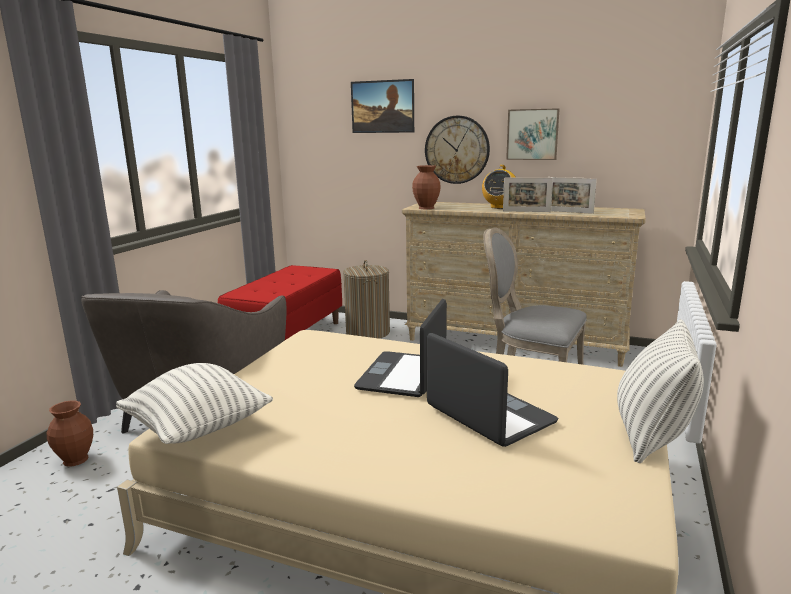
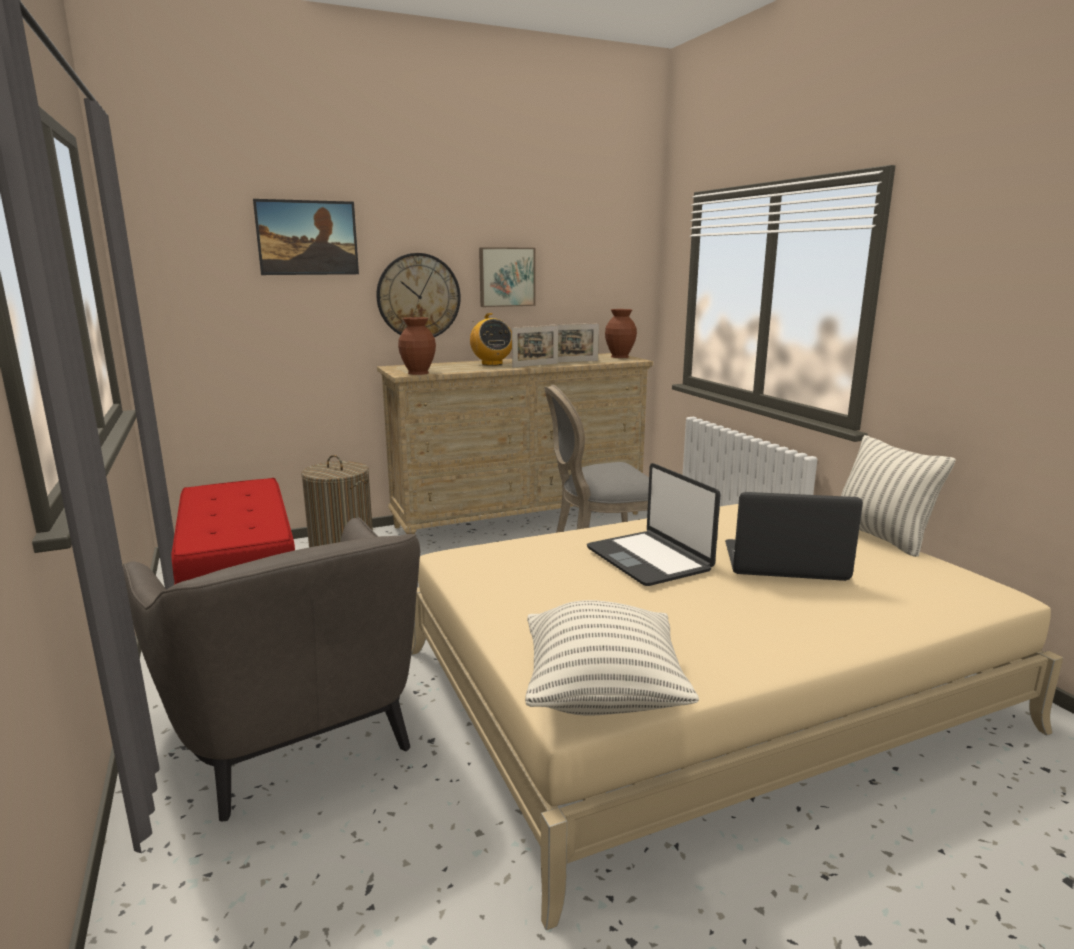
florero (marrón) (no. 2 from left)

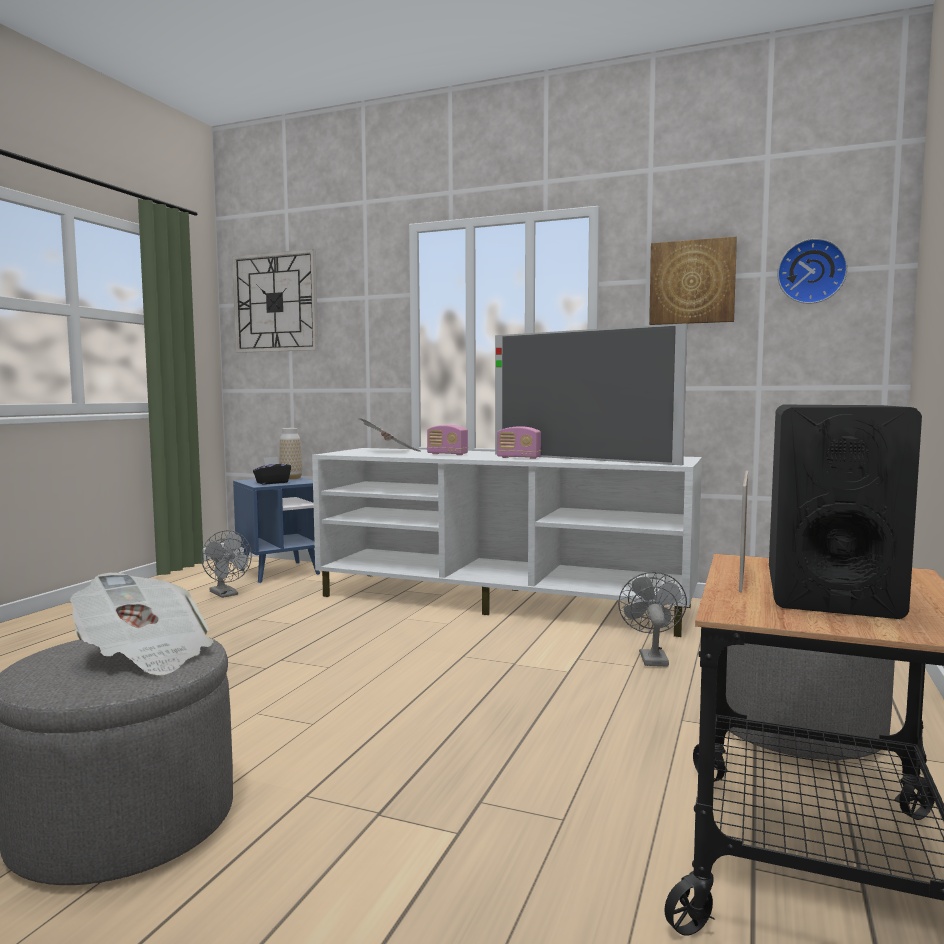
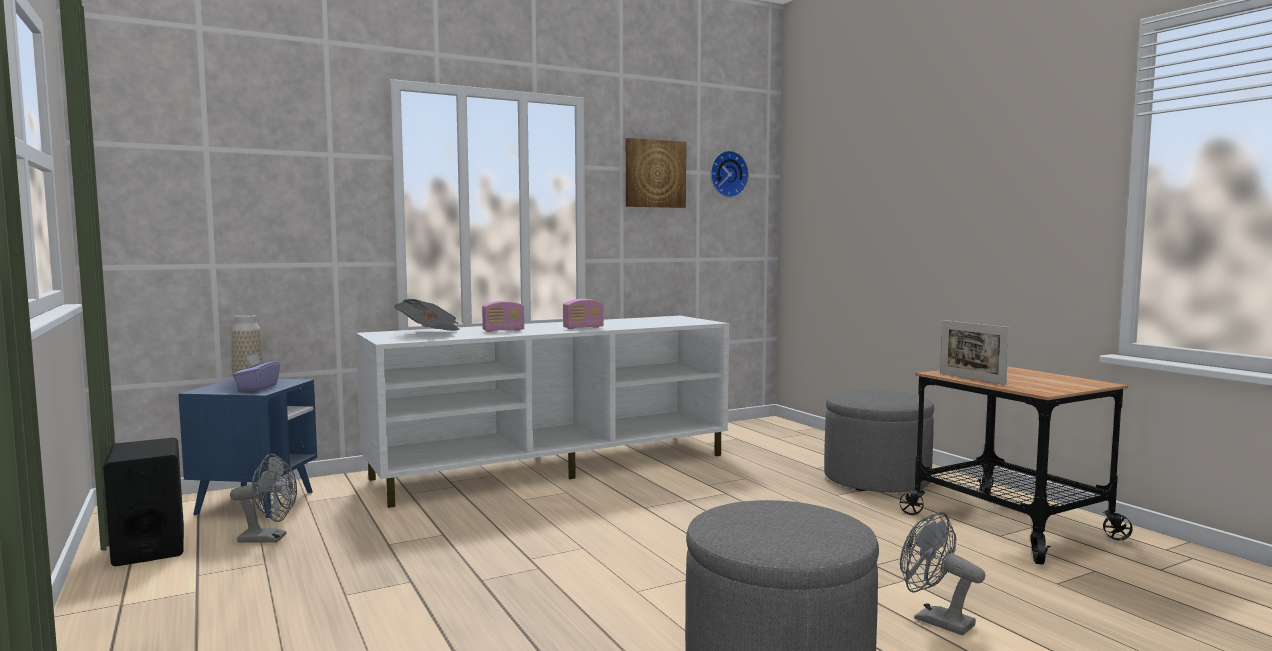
periódico (no. 1 from left in the first image); reloj de pared (no. 1 from left in the first image); televisor; ventilador (gris) (no. 2 from left); altavoz (negro); caja de pañuelos (morado)

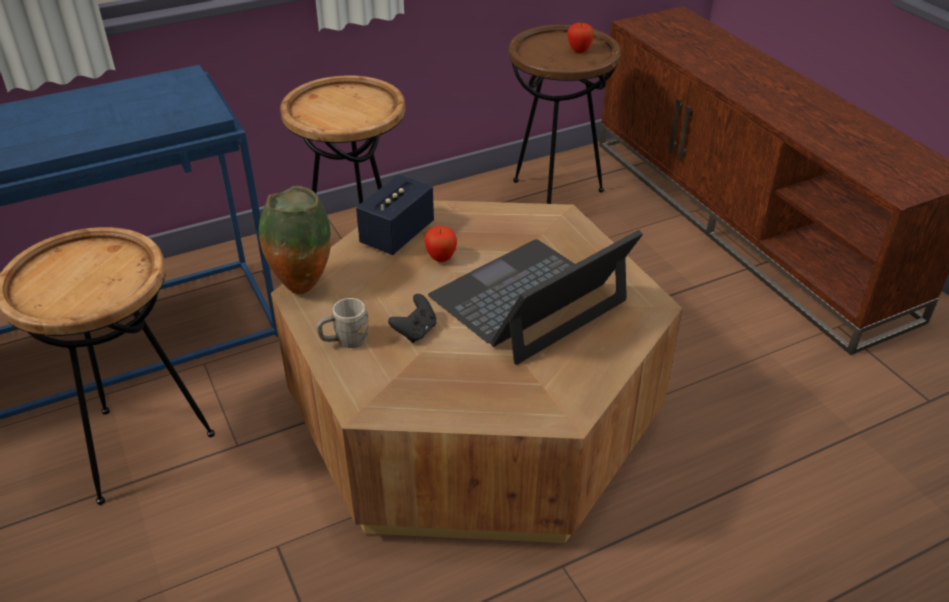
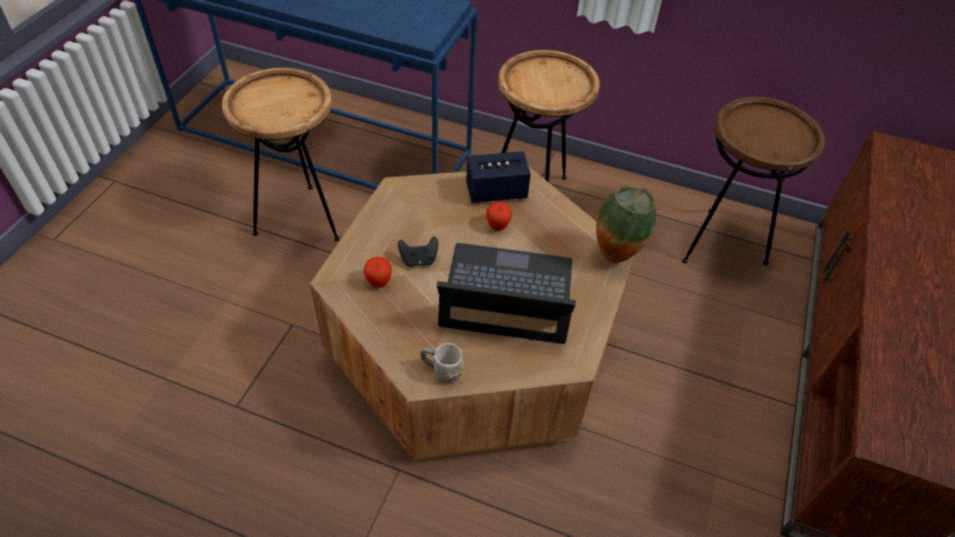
florero; taza grande (gris); manzana (no. 1 from left)

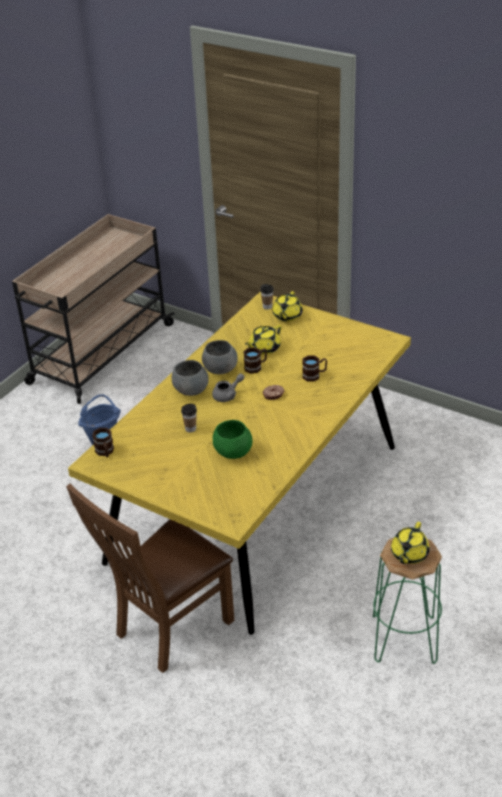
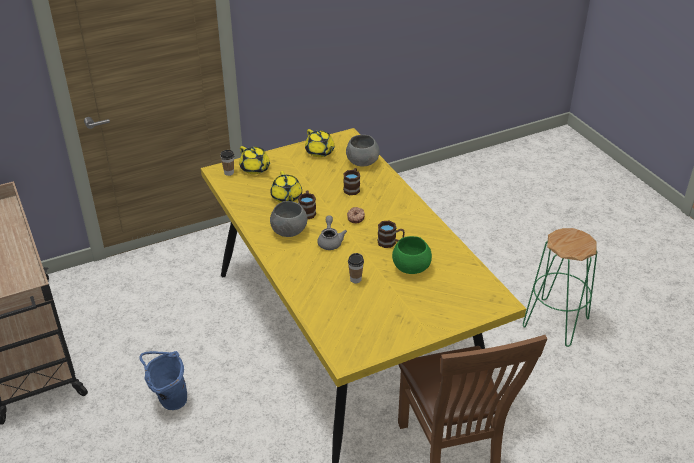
taza grande (marrón) (no. 3 from left); cuenco (gris) (no. 2 from left); tetera (amarillo) (no. 3 from left)

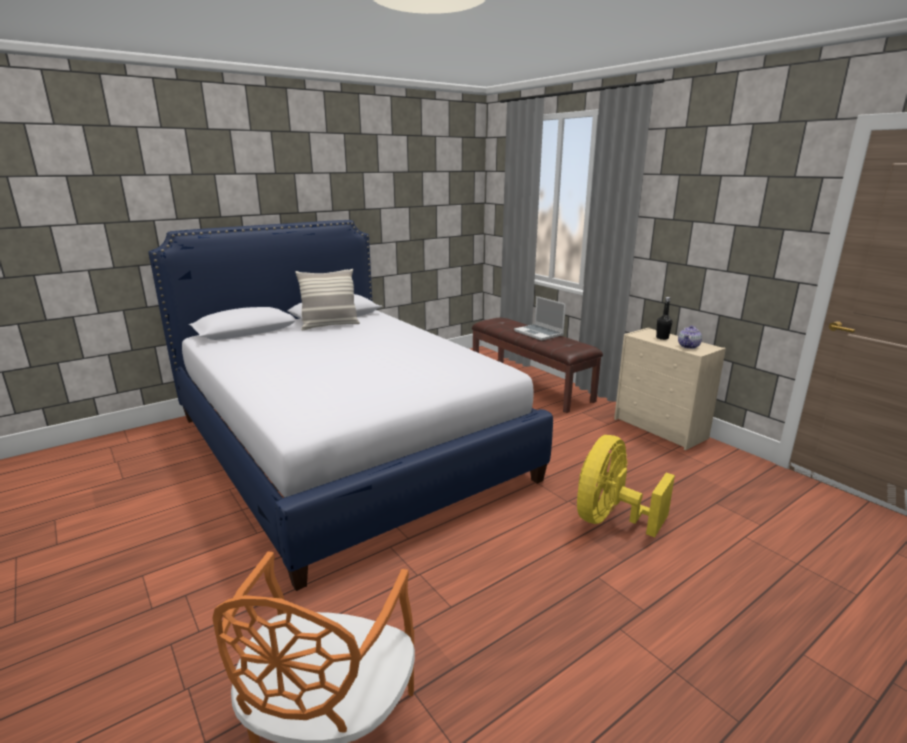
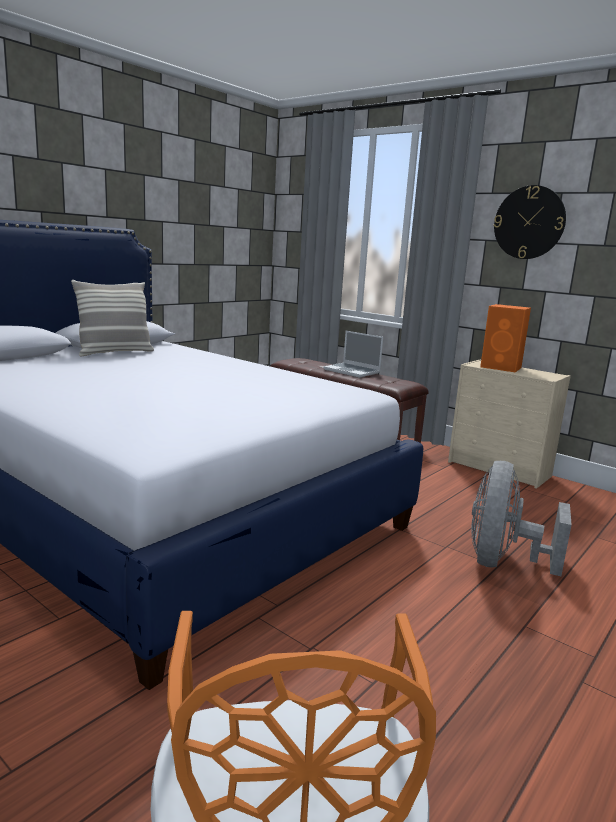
tetera; reloj de pared; altavoz (naranja); ventilador (gris)

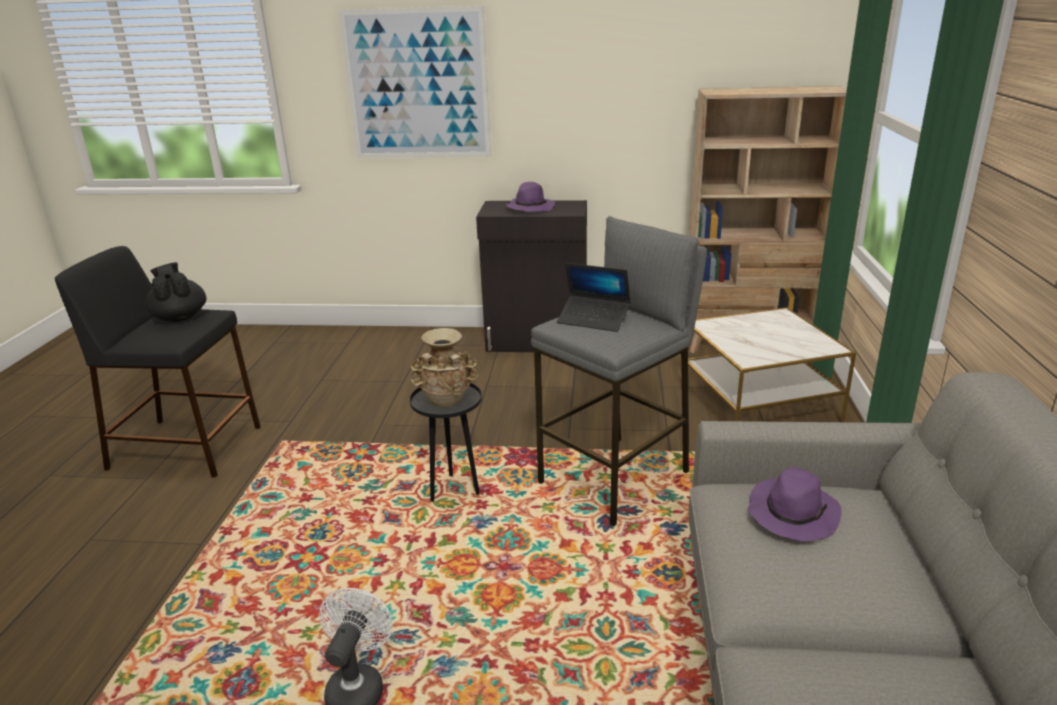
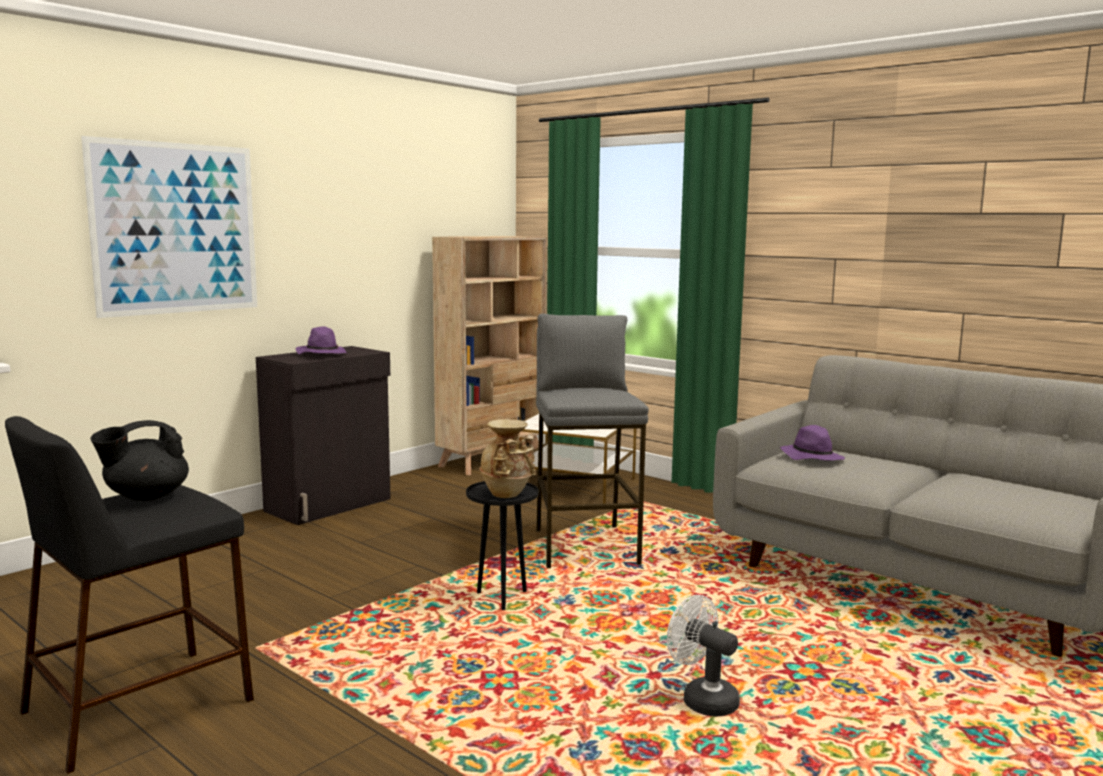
portátil; tetera (negro)

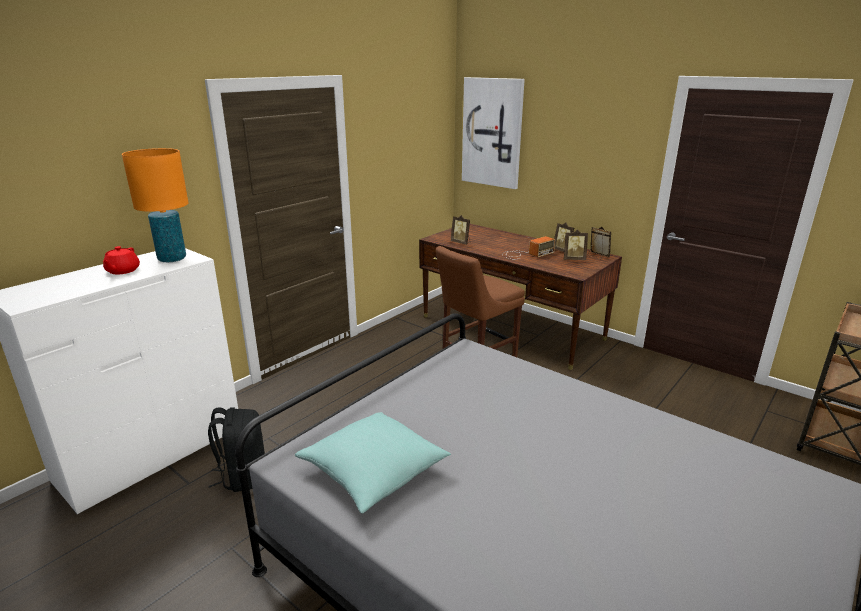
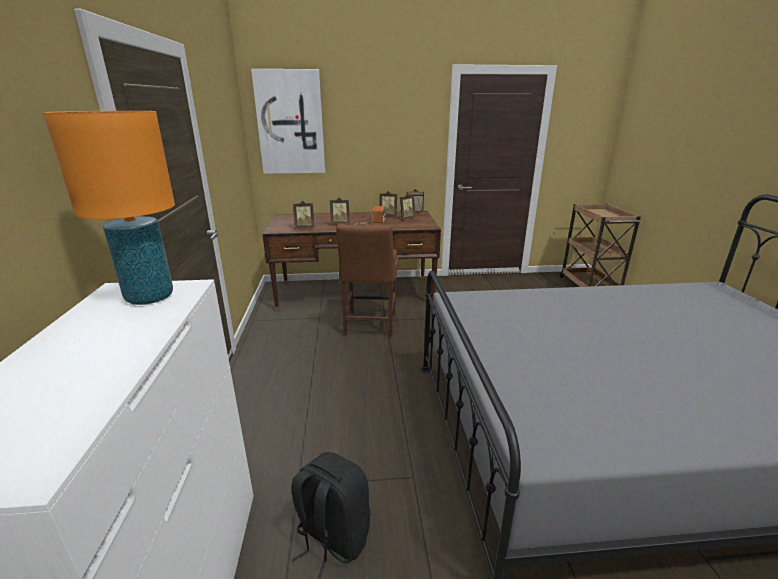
tetera (rojo); cojín (turquesa); portarretratos (no. 2 from left)

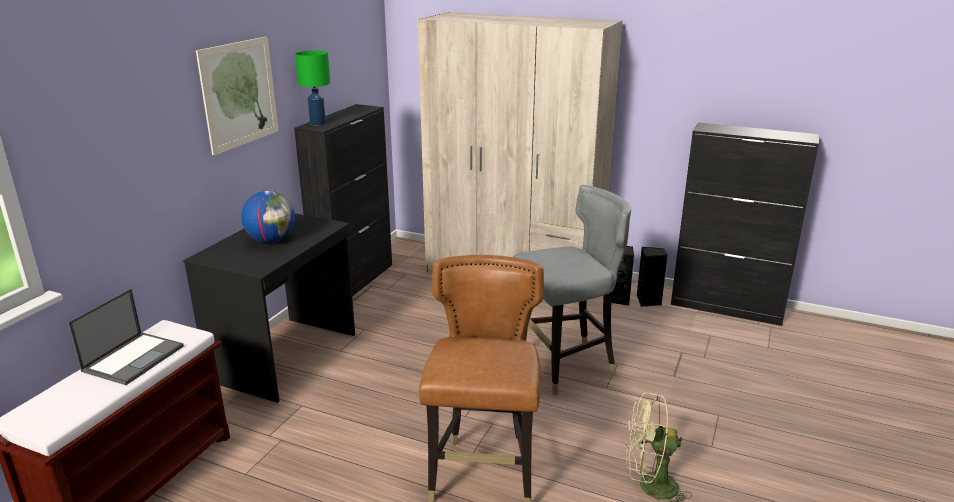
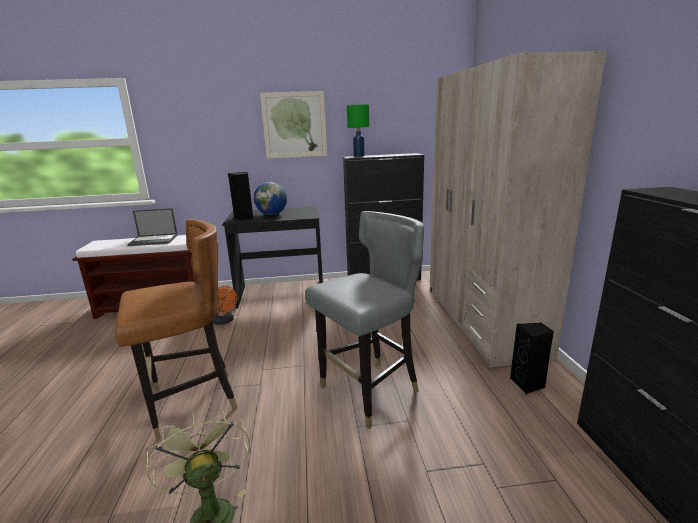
ventilador (naranja); altavoz (negro) (no. 1 from left); silla (gris)

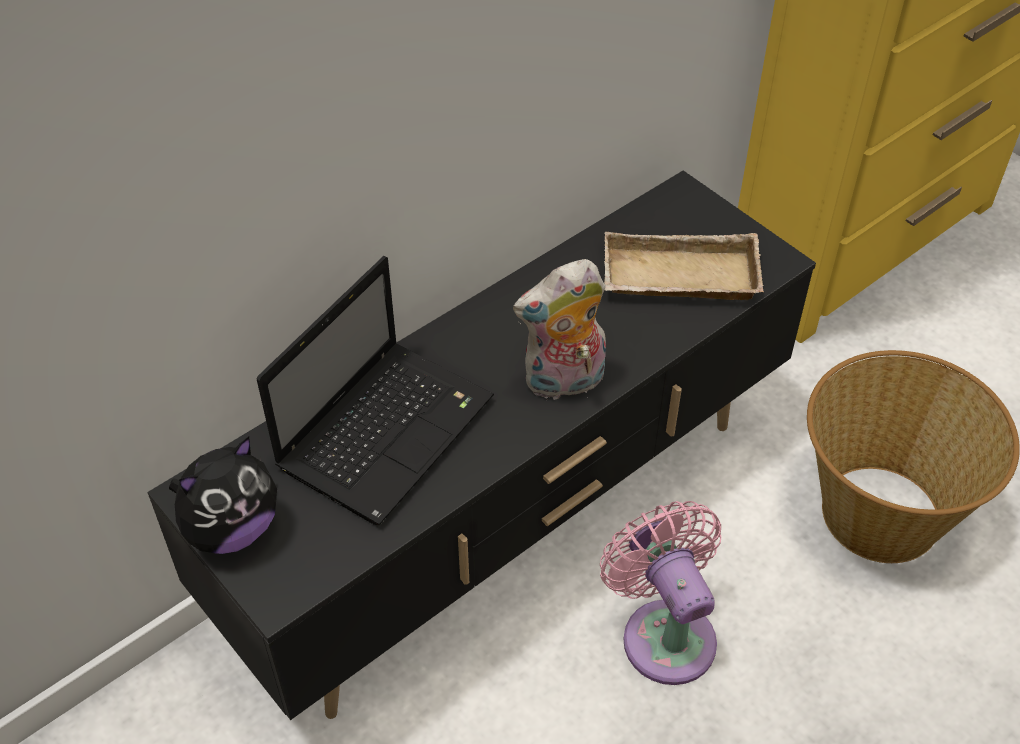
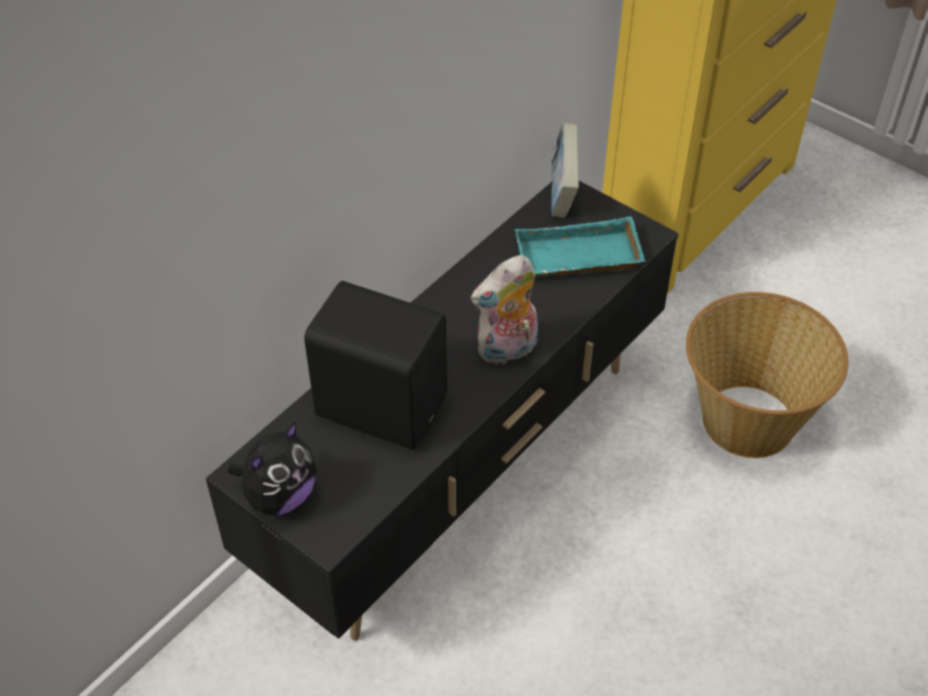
ventilador (rosa); libro; altavoz (negro); bandeja (turquesa)

